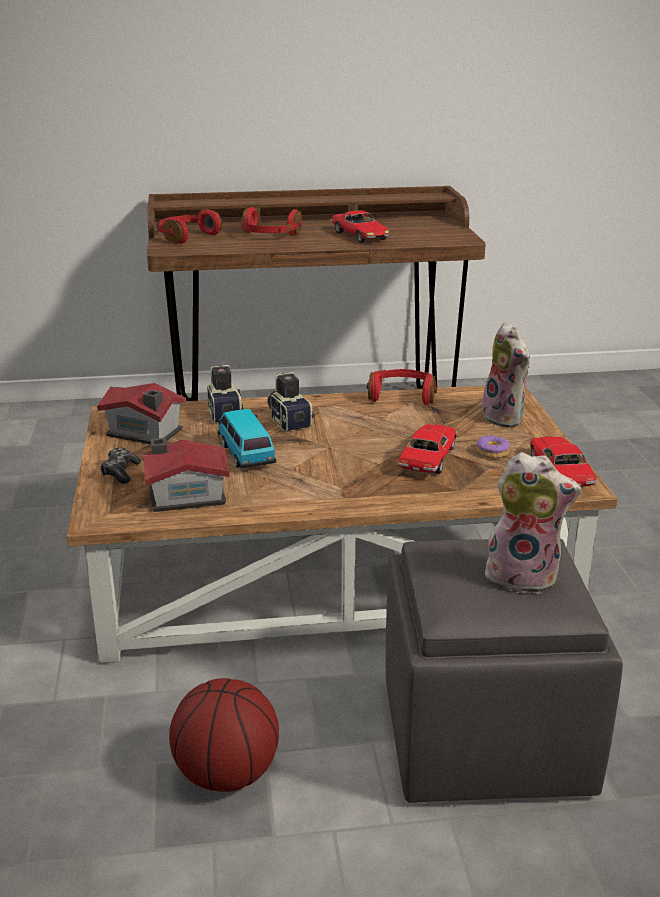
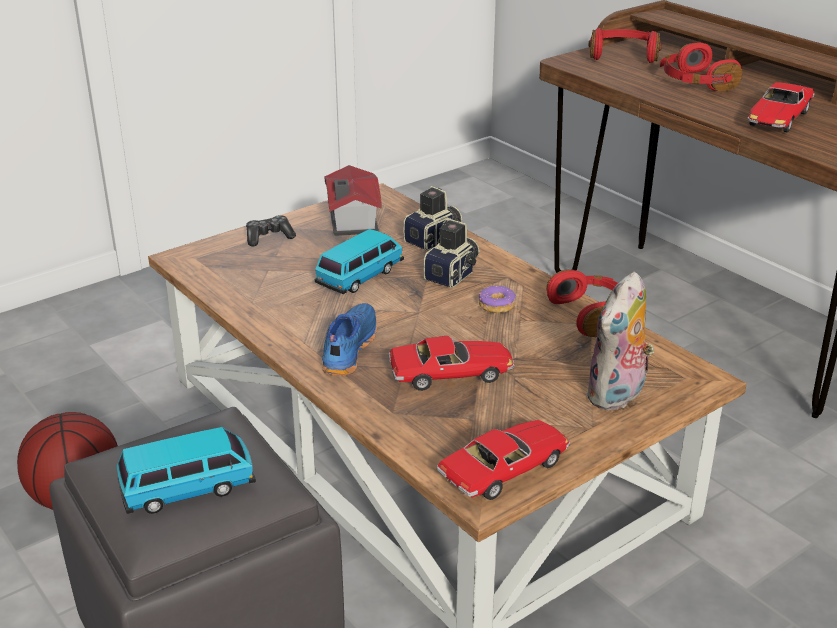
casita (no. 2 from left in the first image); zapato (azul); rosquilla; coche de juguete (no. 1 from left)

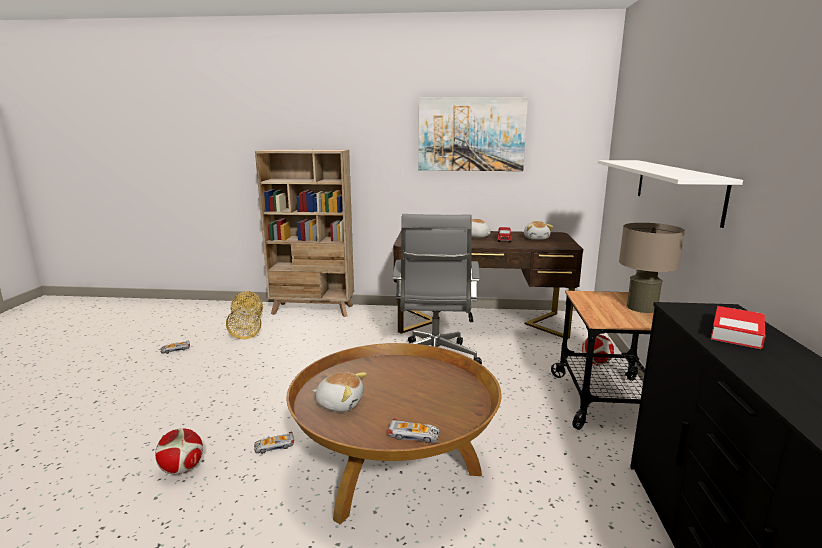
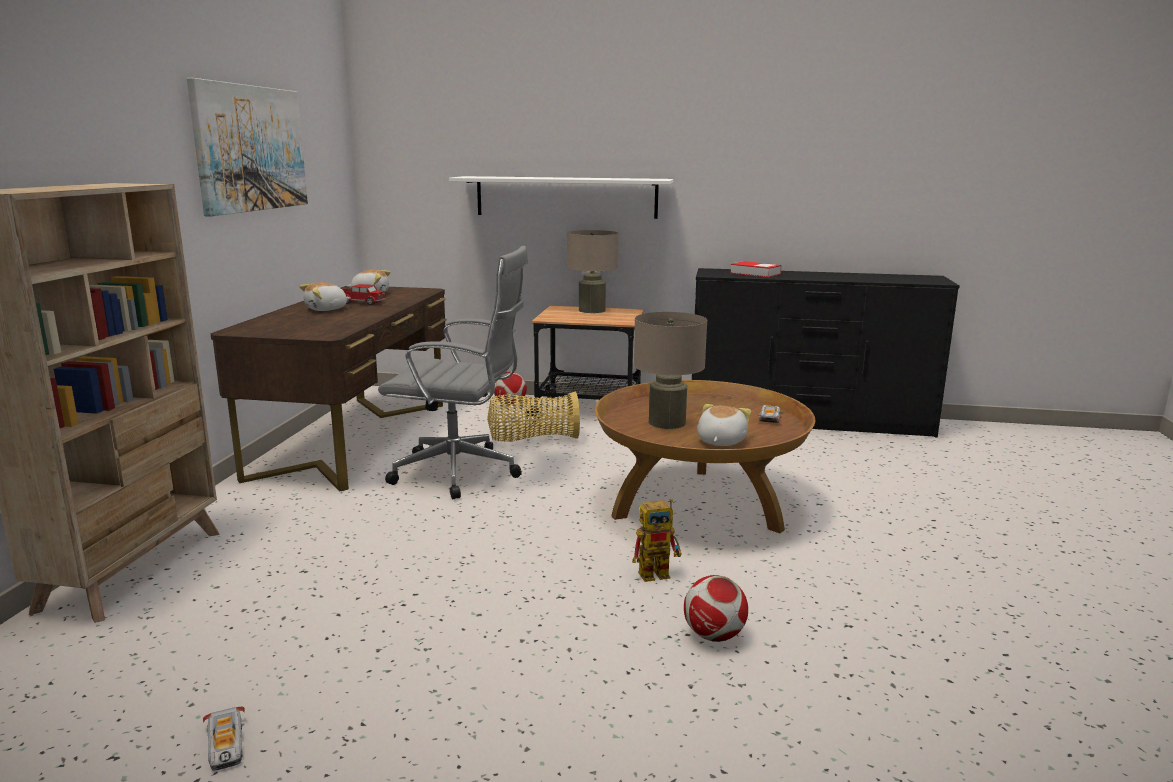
lámpara de mesa (beis) (no. 2 from left); cesta; robot de juguete

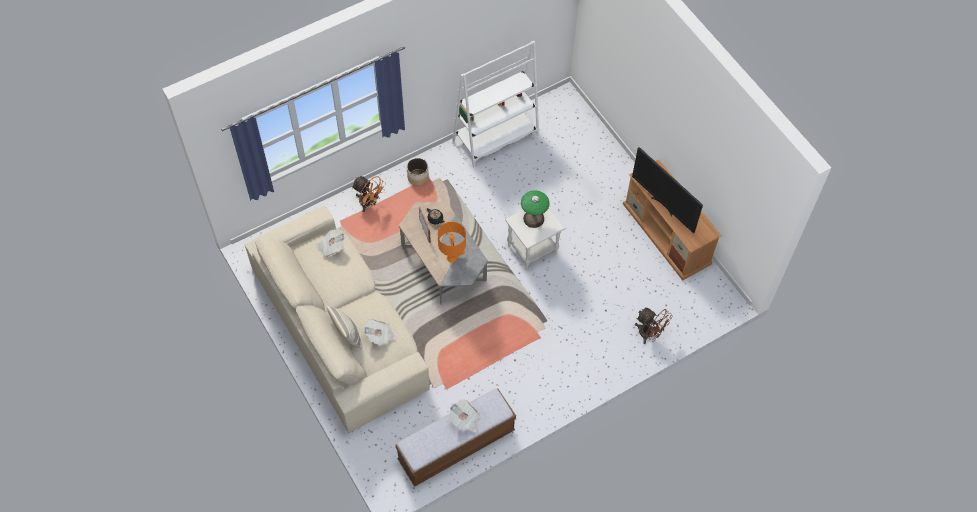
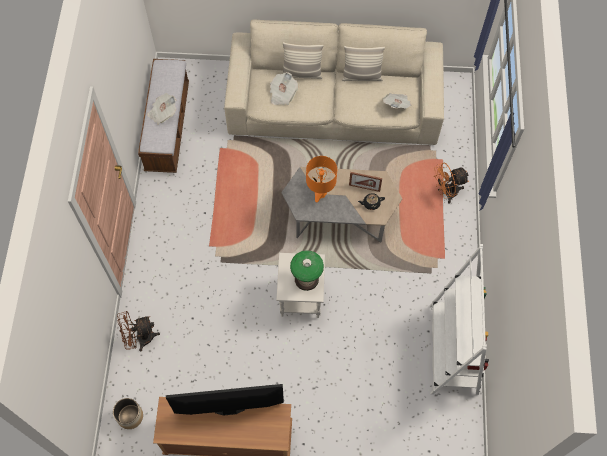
cojín (no. 2 from left); maceta

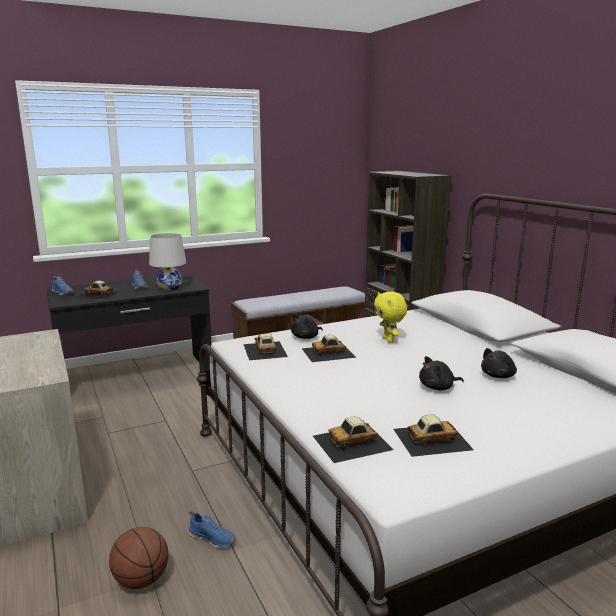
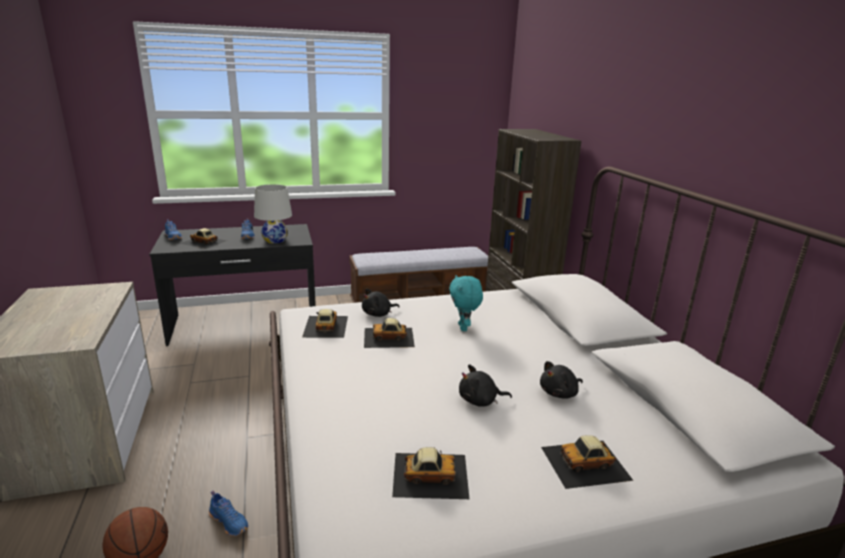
coche de juguete (no. 5 from left); peluche (turquesa)

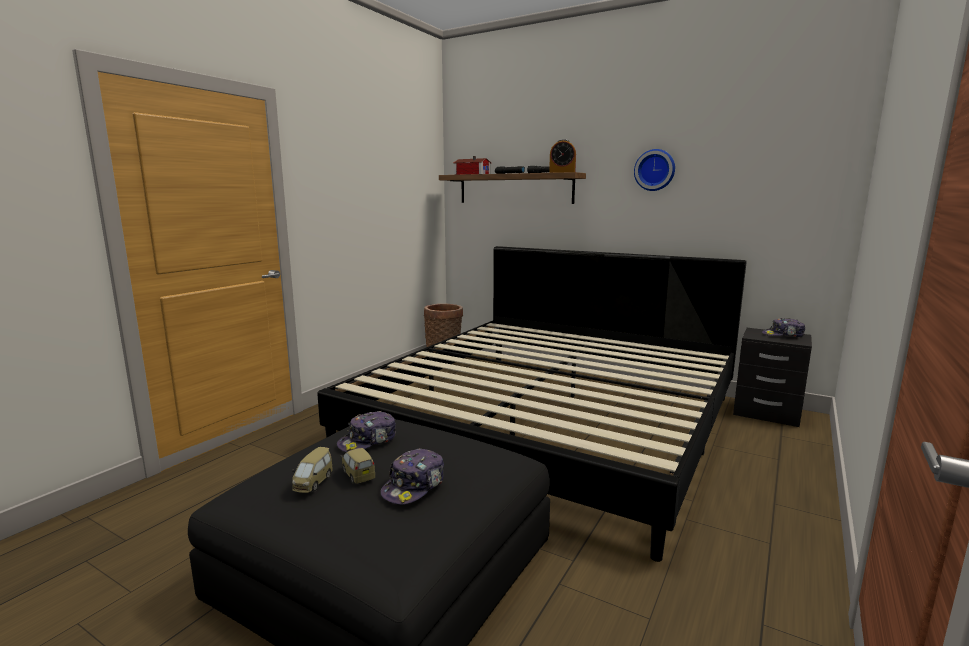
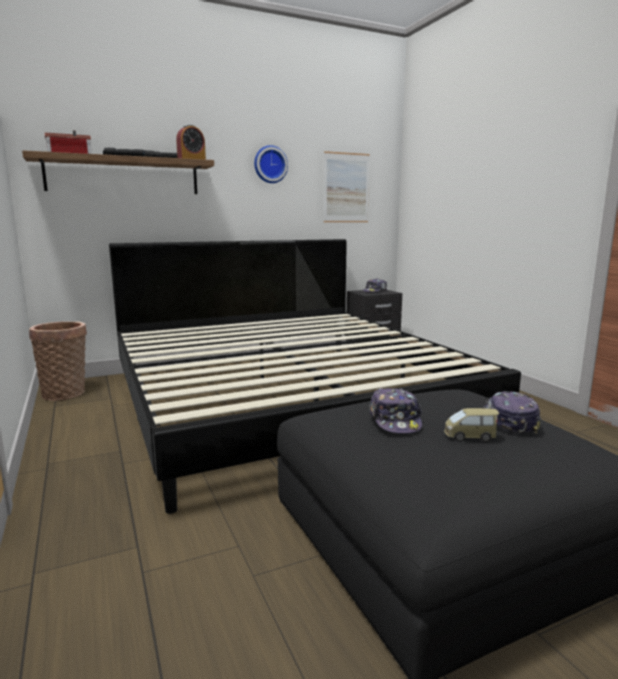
coche de juguete (no. 1 from left in the first image); cuadro; gorra (no. 3 from left)

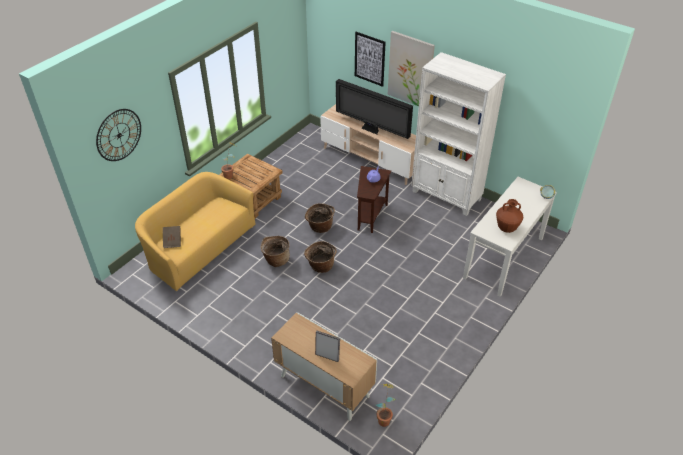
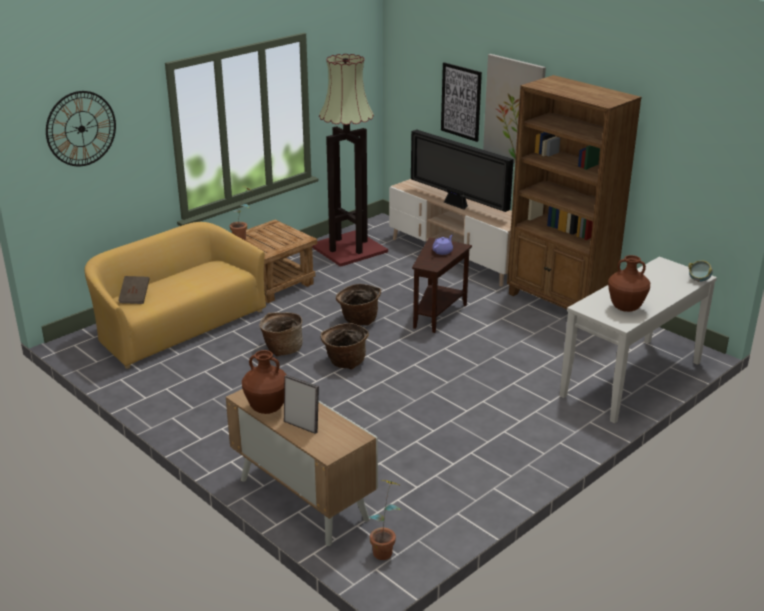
florero (marrón) (no. 1 from left); lámpara de pie; estantería (marrón)

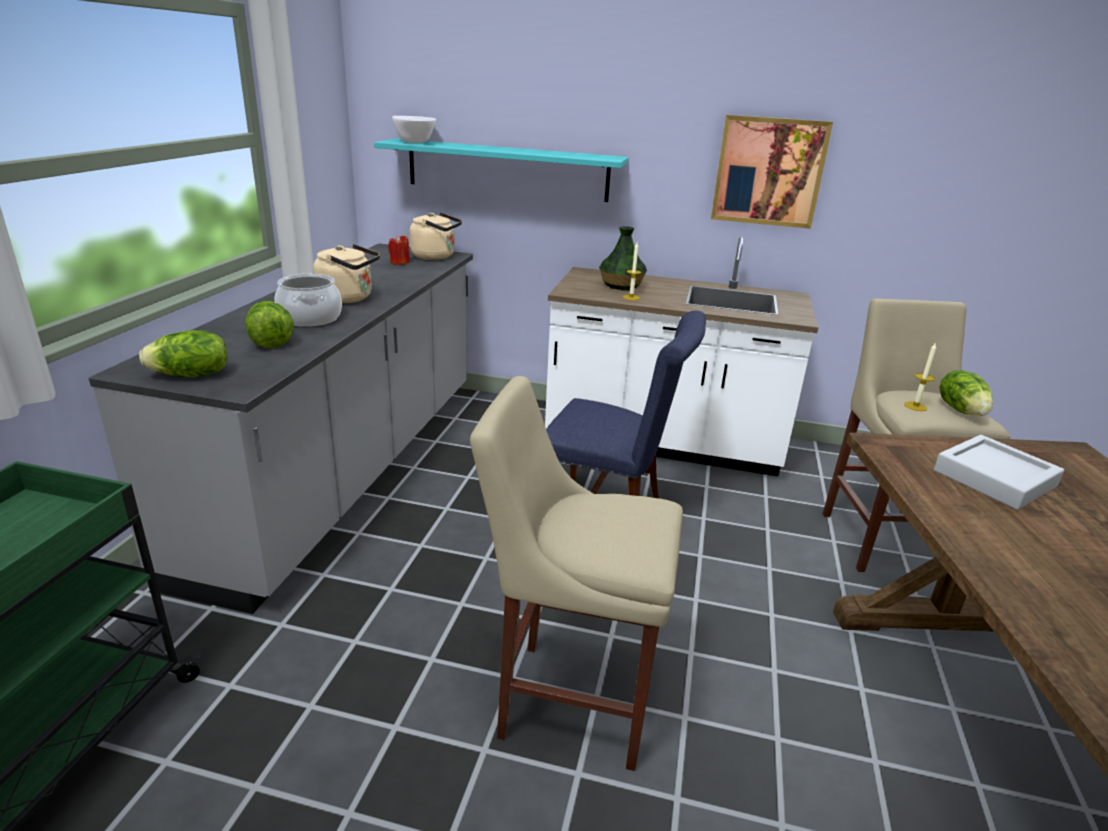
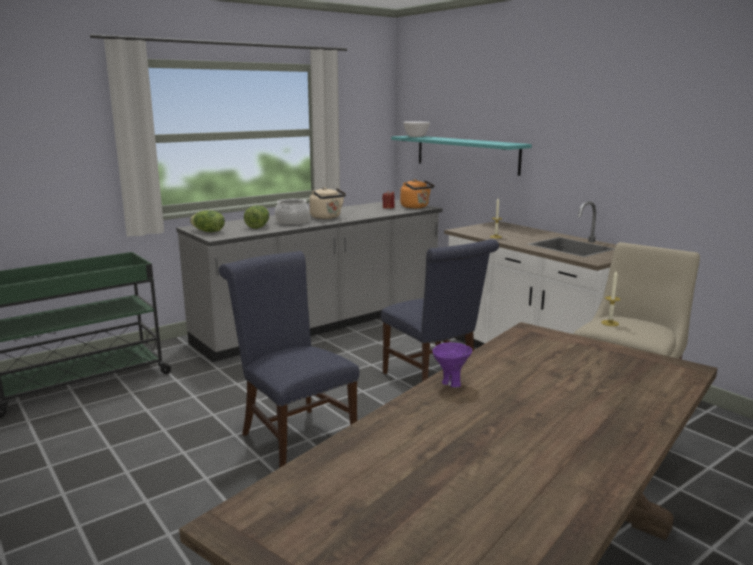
florero; cuadro; bandeja (gris); lechuga (no. 3 from left in the first image); cuenco (morado); silla (azul) (no. 1 from left); hervidor (naranja)

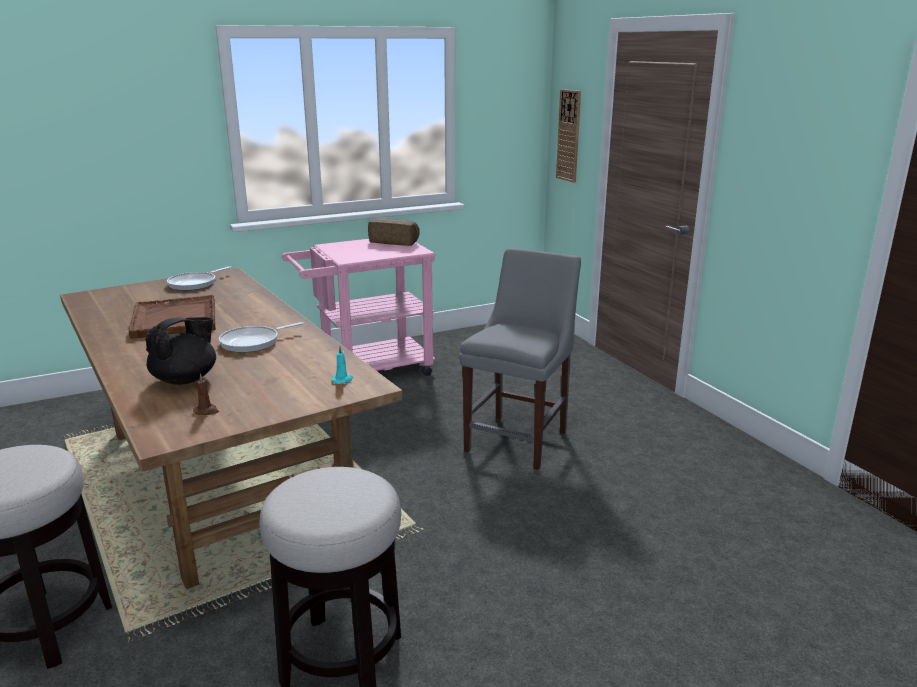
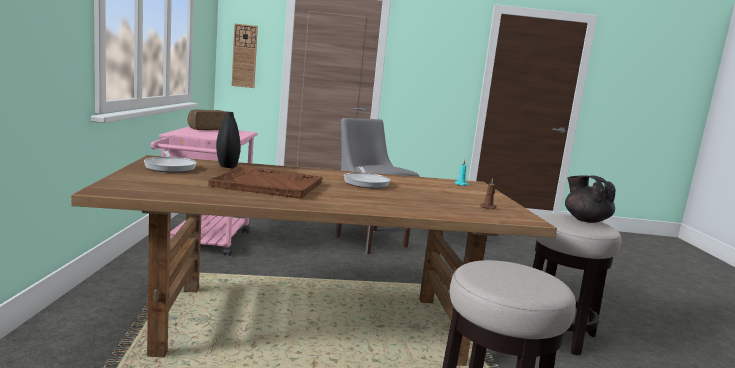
florero (negro); tetera (negro)

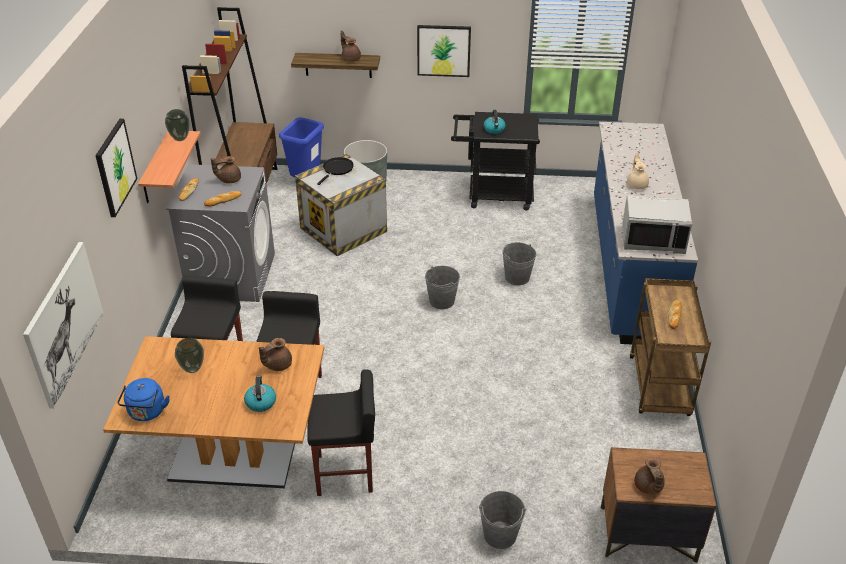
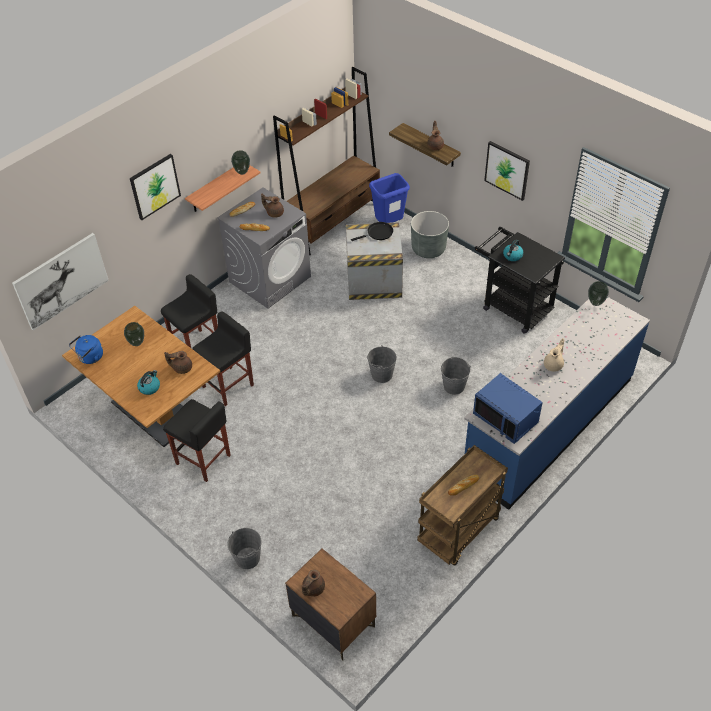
florero (no. 3 from left); microondas (azul)

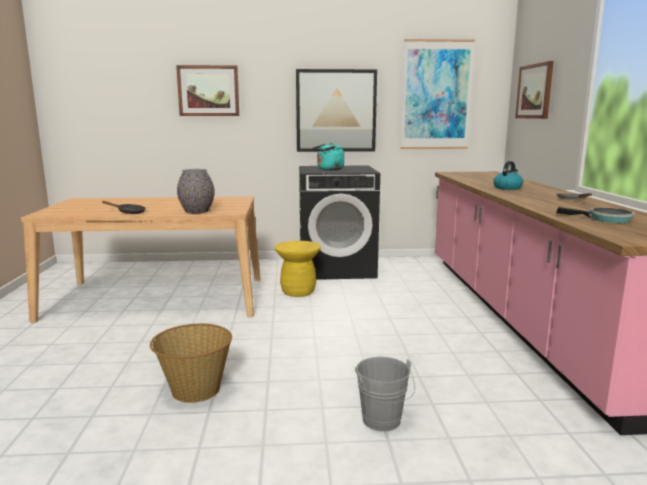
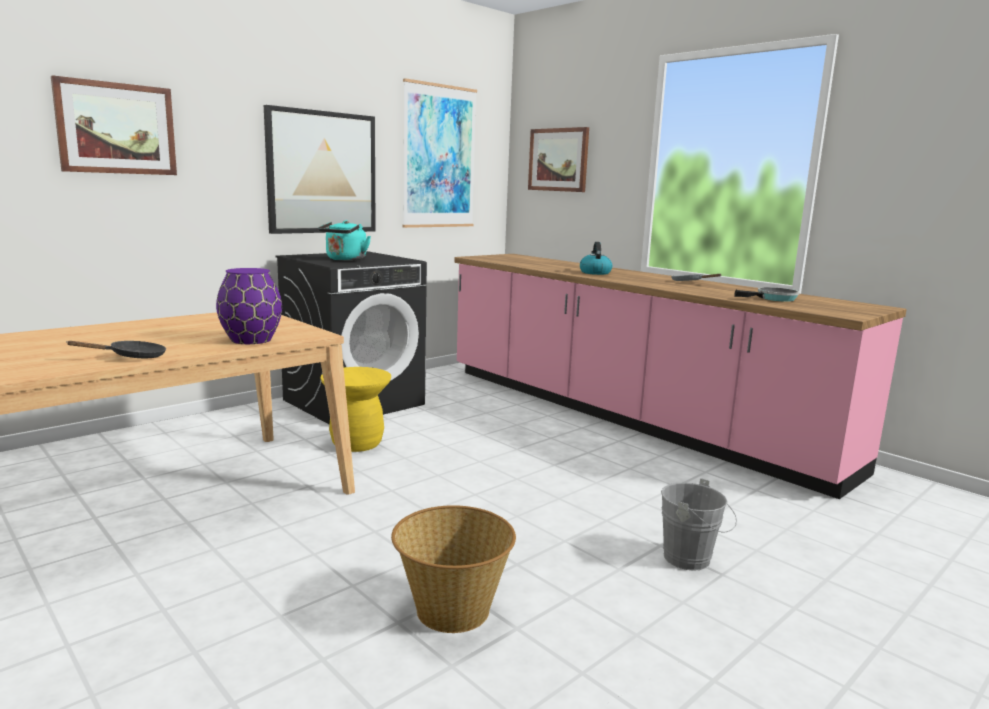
florero (morado)

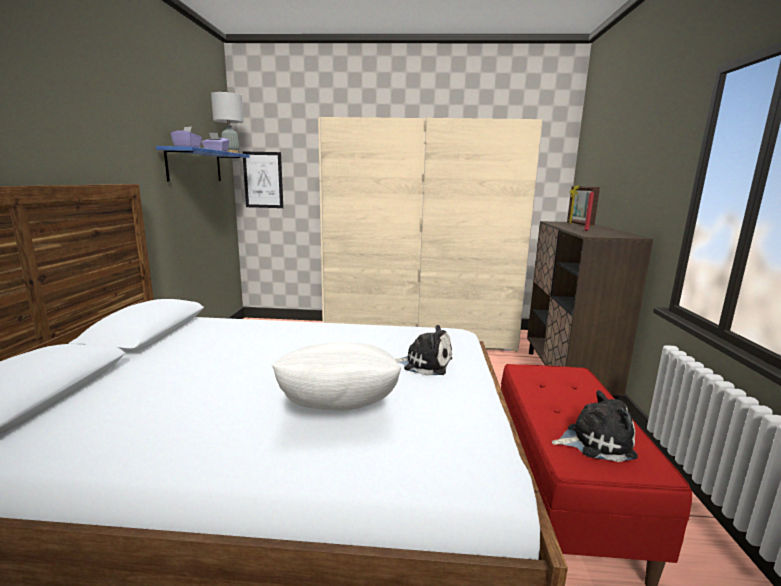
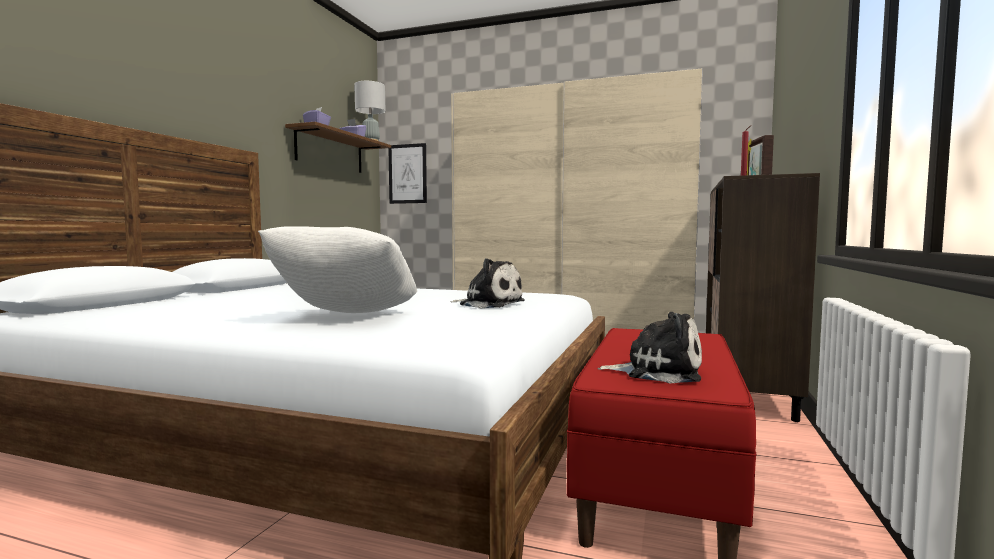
estante (marrón)

